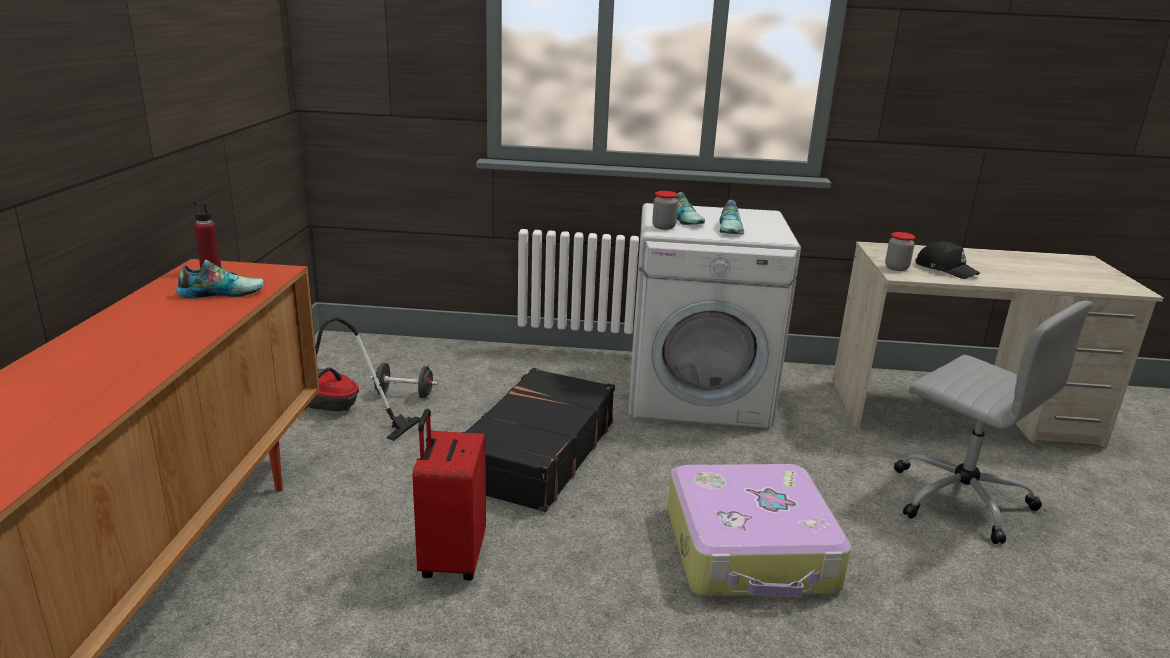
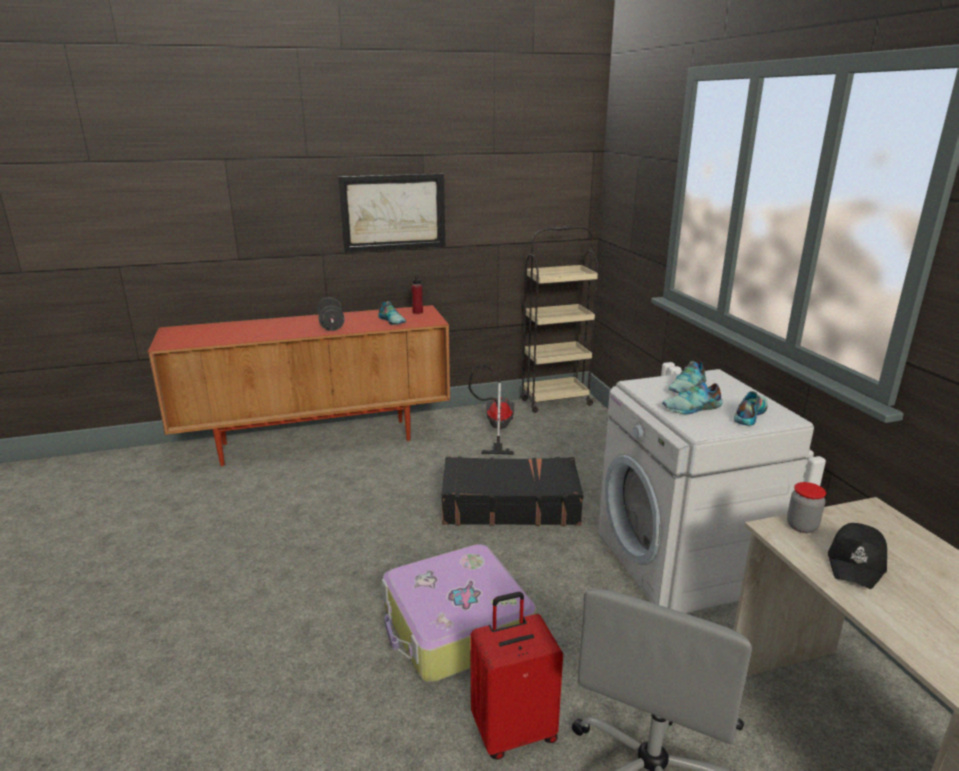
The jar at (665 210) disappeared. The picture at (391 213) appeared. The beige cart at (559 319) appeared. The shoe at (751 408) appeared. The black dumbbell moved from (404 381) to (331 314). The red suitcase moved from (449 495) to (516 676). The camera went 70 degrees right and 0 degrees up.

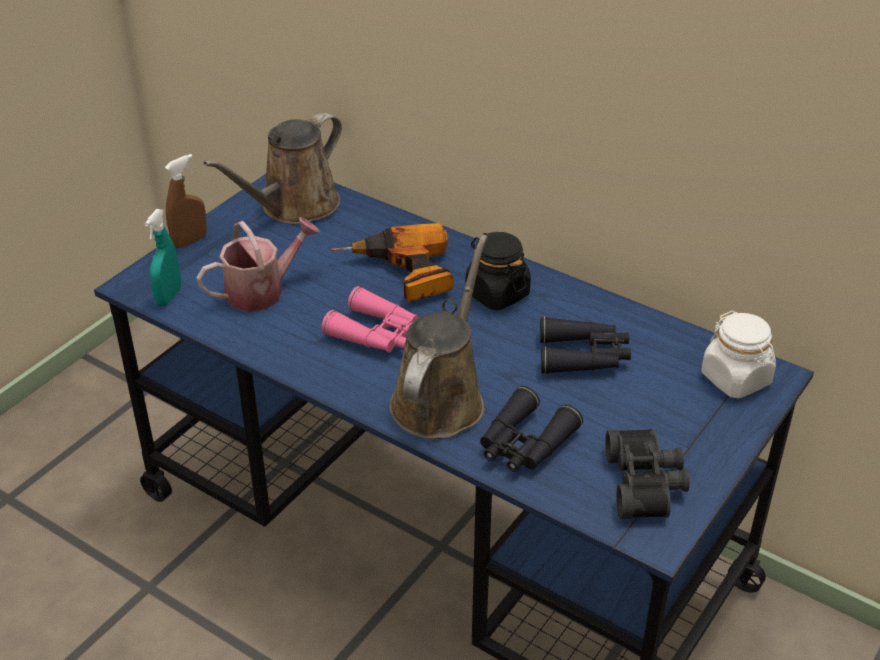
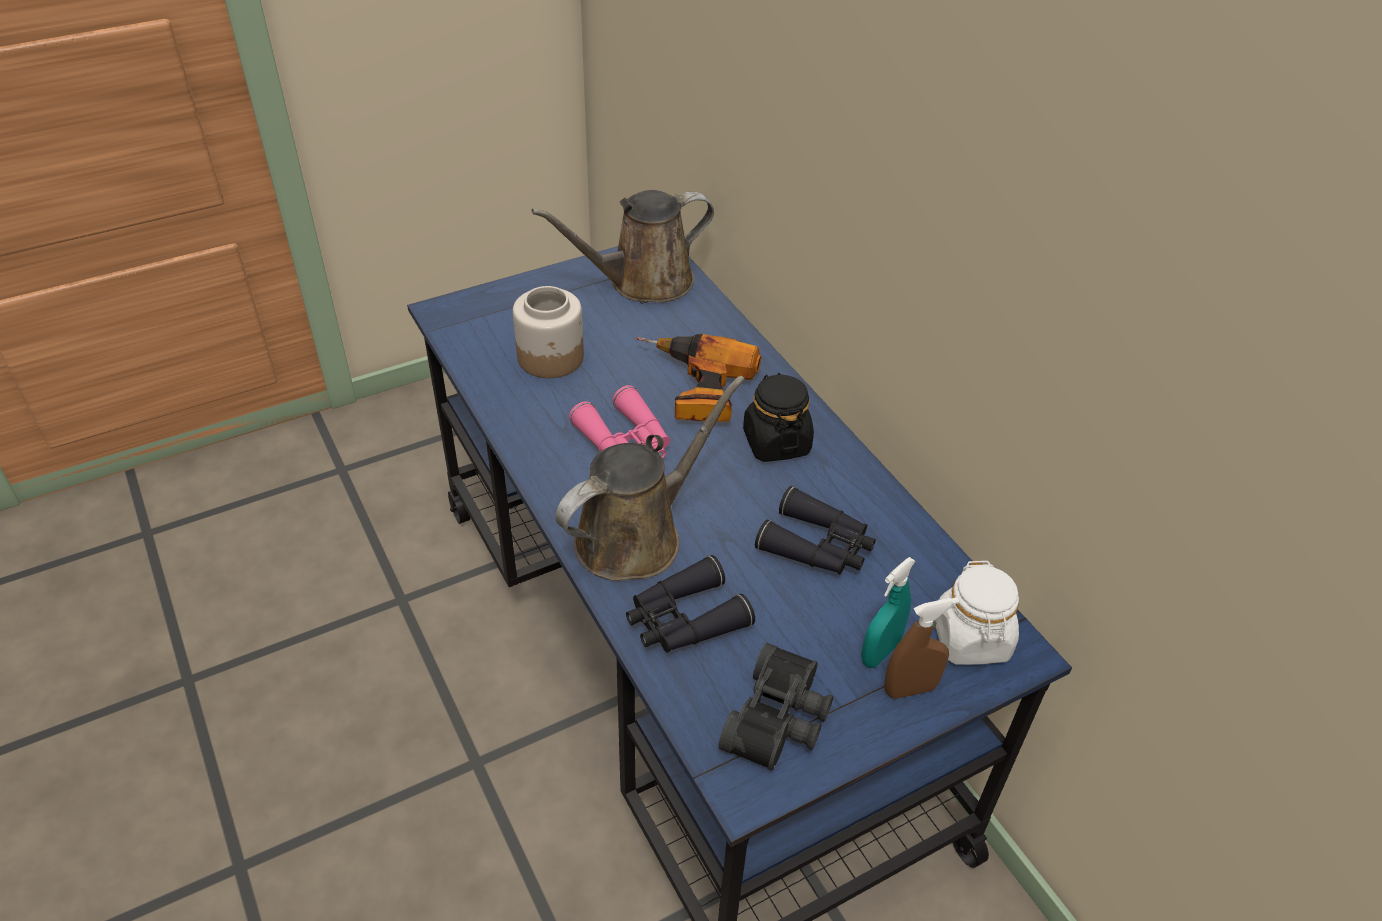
The turquoise spray bottle moved from (163 257) to (888 612). The brown spray bottle moved from (186 201) to (922 648). The watering can at (258 264) was replaced by the jar at (548 332). The camera went 25 degrees right and 5 degrees up.

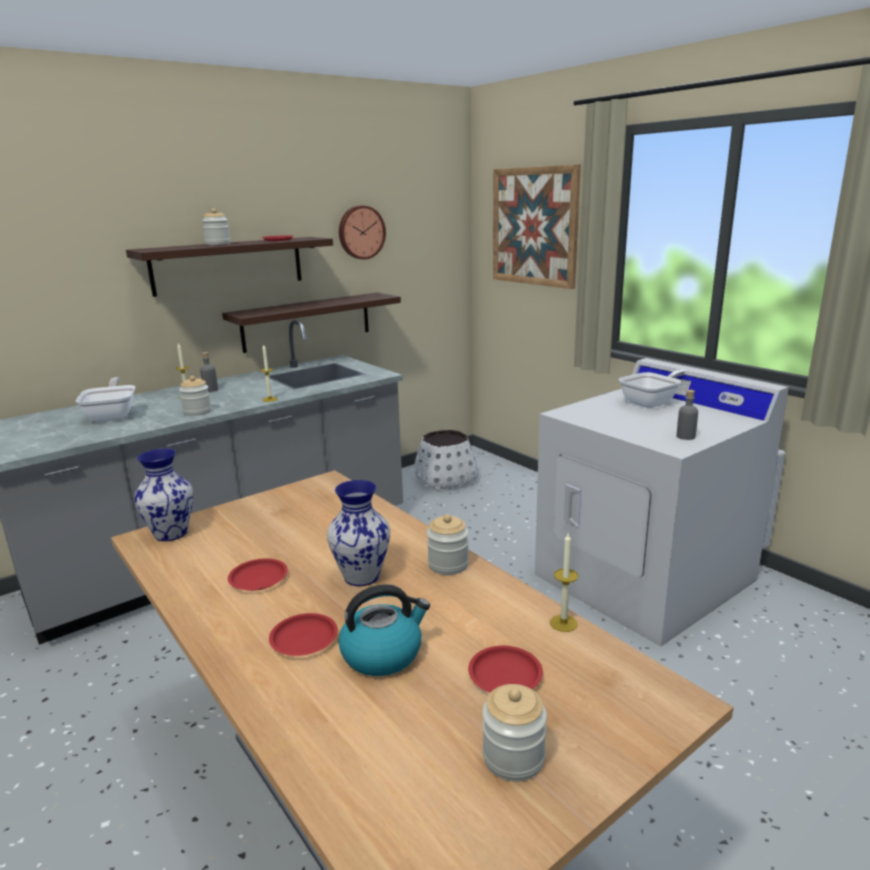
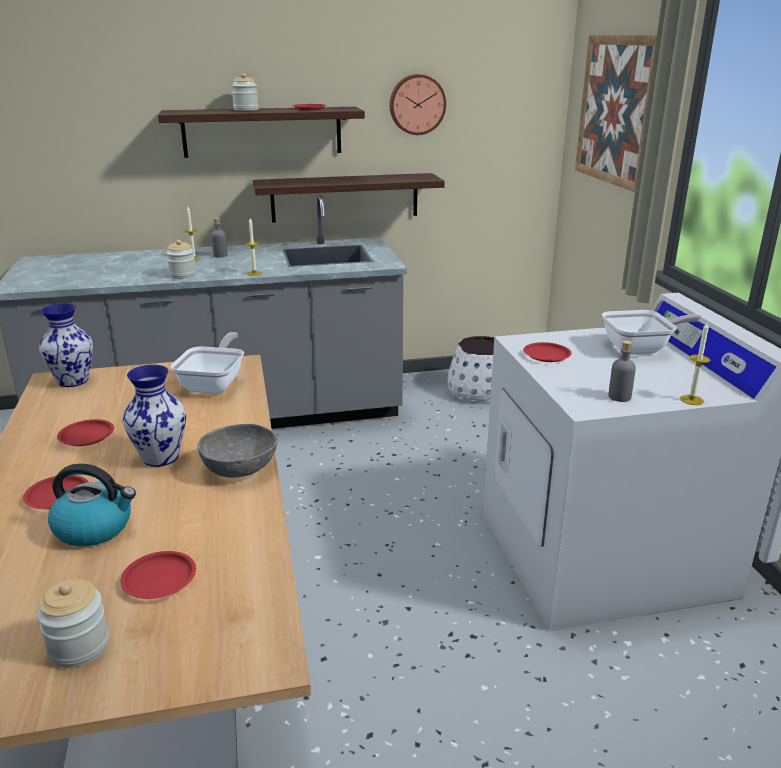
The red plate at (547 352) appeared. The frying pan moved from (105 399) to (207 363). The candle moved from (564 582) to (695 364). The jar at (448 544) was replaced by the grey bowl at (237 451). The camera went 25 degrees right and 5 degrees up.

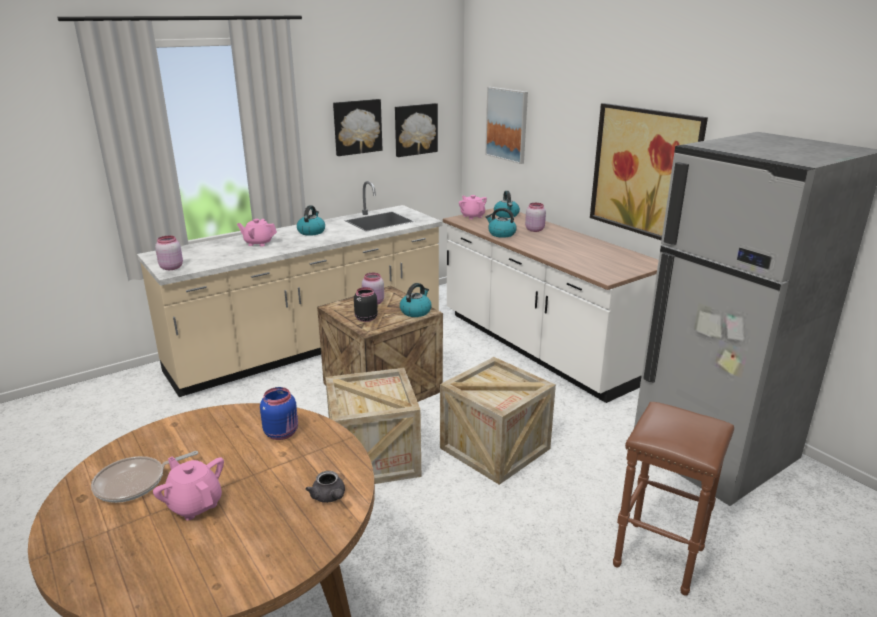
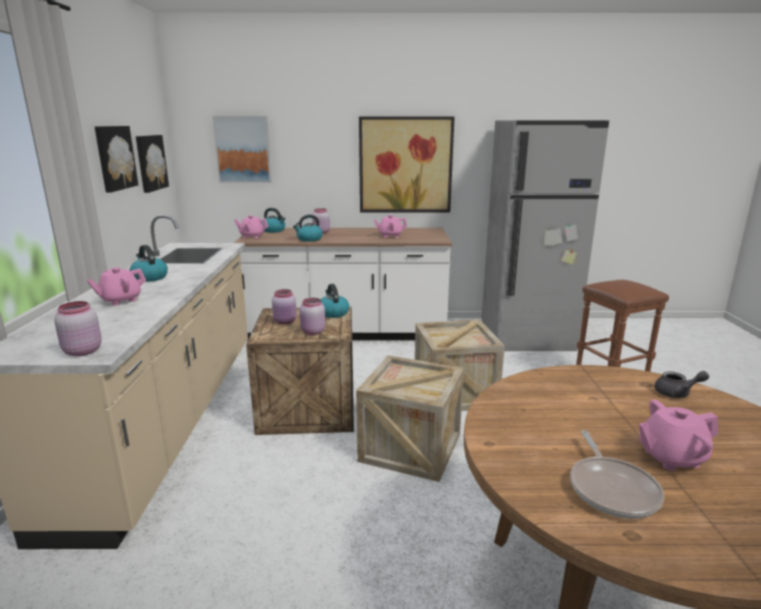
The blue jar at (279 413) disappeared. The pink teapot at (390 226) appeared. The black jar at (366 304) became the pink jar at (312 316). The camera went 55 degrees left and 5 degrees down.

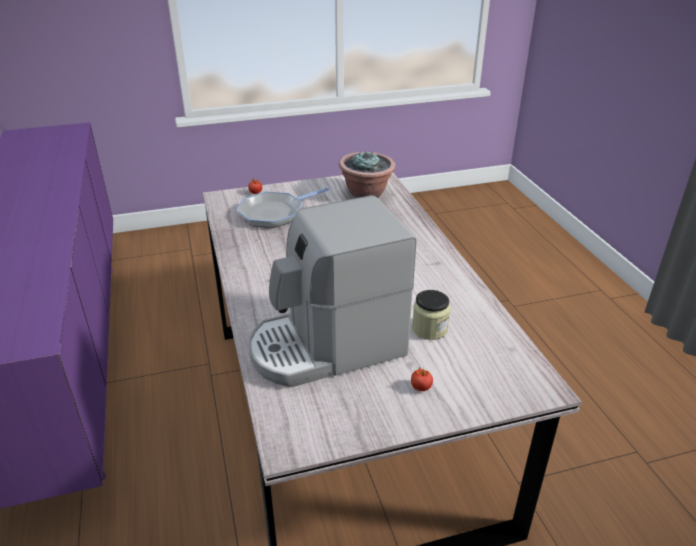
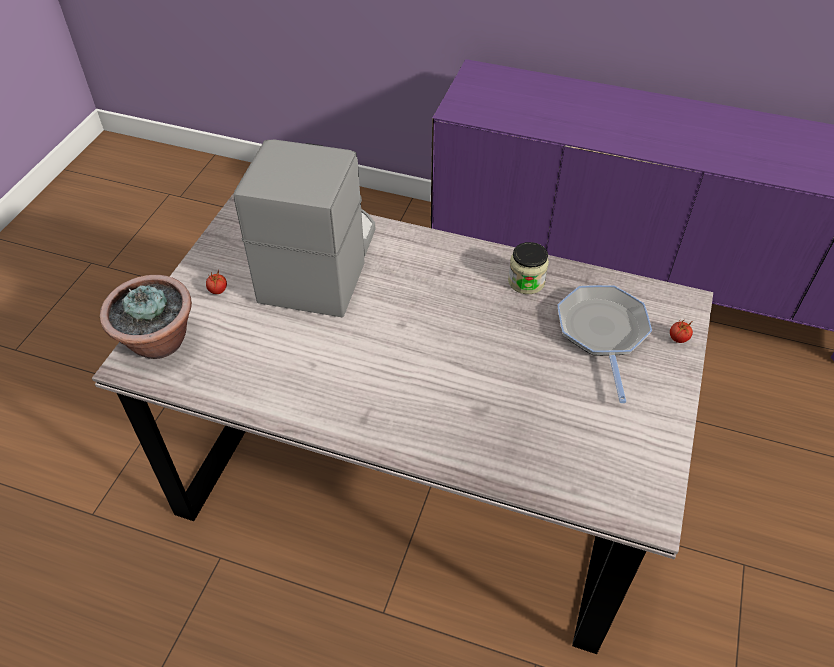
The potted plant moved from (367 174) to (146 317). The jar moved from (431 315) to (528 268). The camera went 125 degrees right and 15 degrees up.

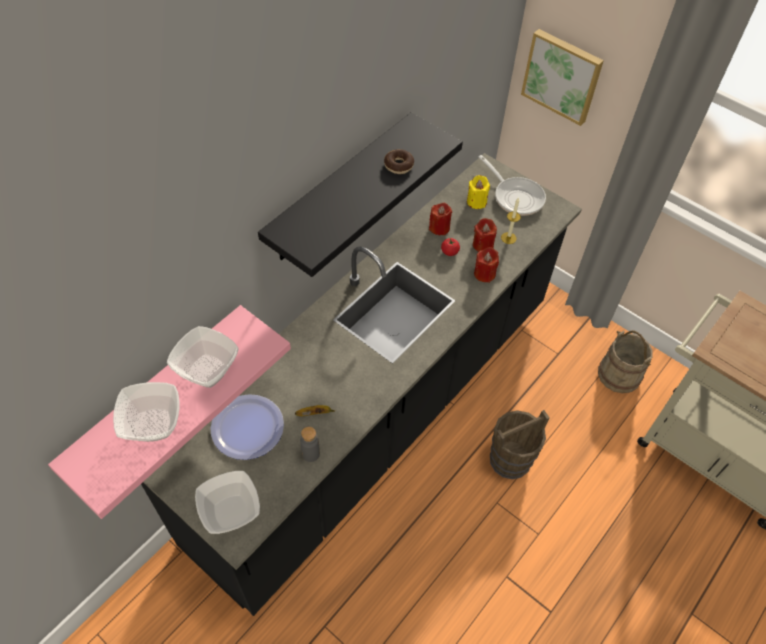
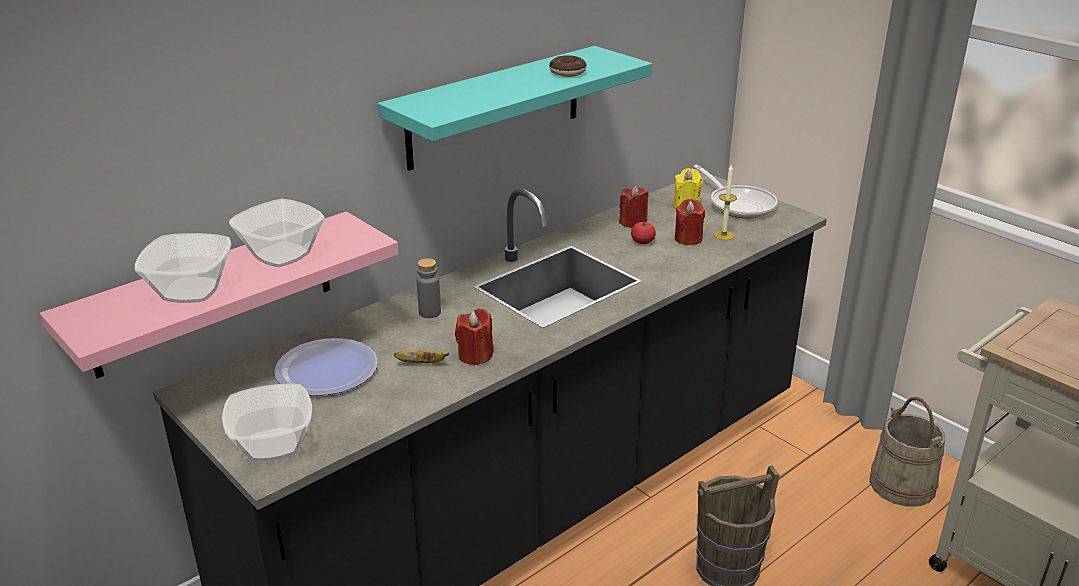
The picture at (562 77) disappeared. The grey bottle moved from (310 444) to (429 288). The red candle moved from (486 265) to (474 336). The black shelf at (360 194) became the turquoise shelf at (514 108). The camera went 10 degrees right and 25 degrees down.

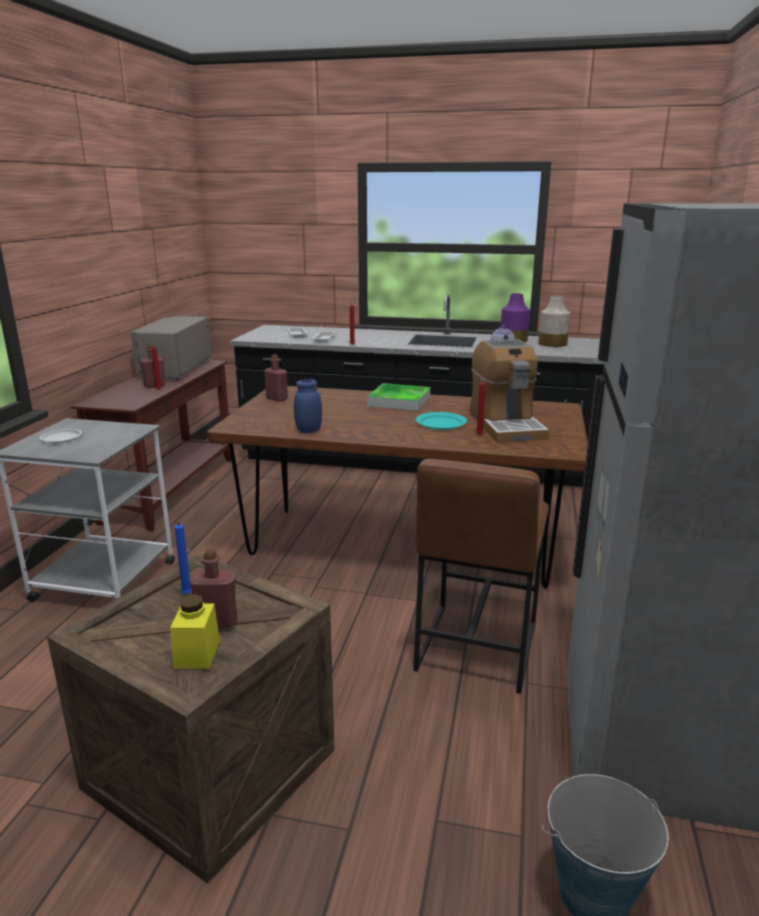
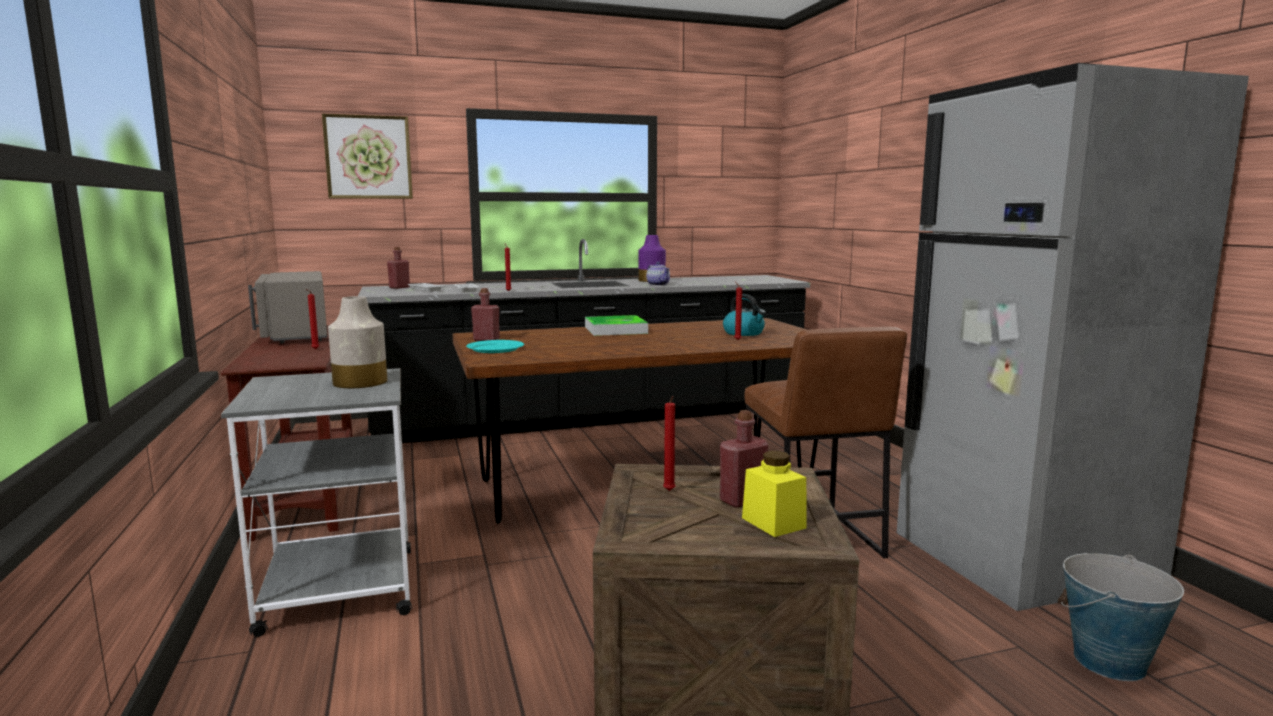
The white plate at (61 436) disappeared. The blue jar at (308 406) disappeared. The picture at (367 156) appeared. The red bottle moved from (152 366) to (398 268). The turquoise plate moved from (441 421) to (495 346). The beige vase moved from (554 321) to (358 342). The coffee machine at (509 390) was replaced by the kettle at (744 315). The blue candle at (182 558) became the red candle at (669 443). The camera went 30 degrees left and 10 degrees down.

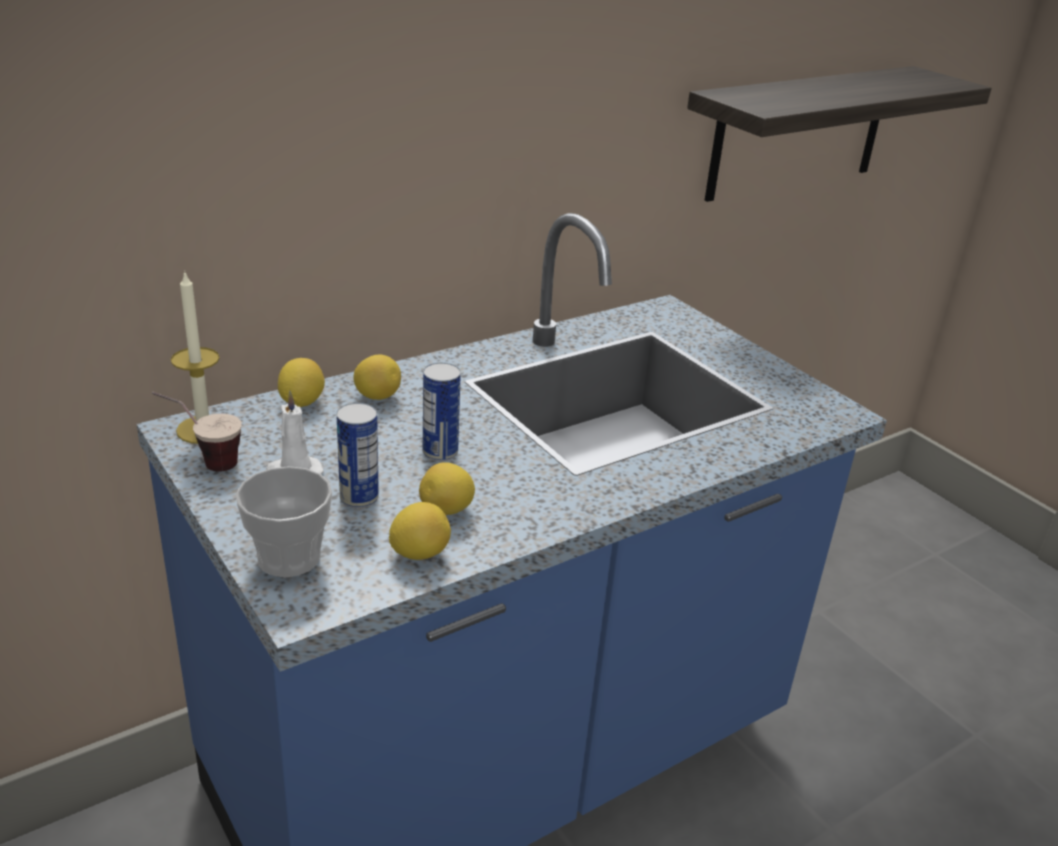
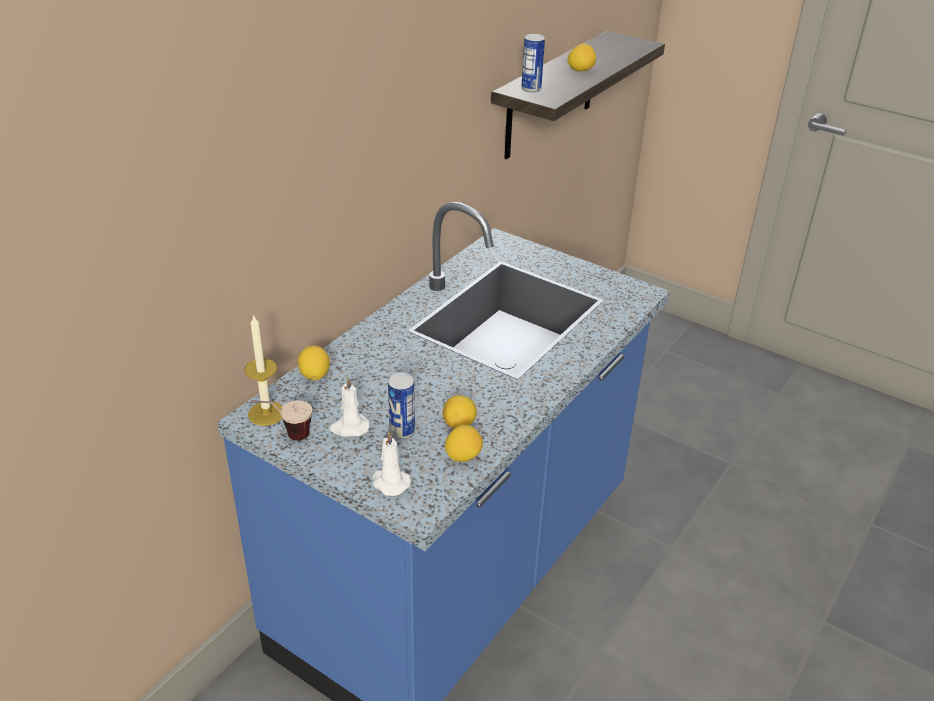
The lemon moved from (377 377) to (581 58). The can moved from (442 412) to (533 63). The cup at (284 521) was replaced by the white candle at (391 463). The camera went 20 degrees left and 5 degrees up.

